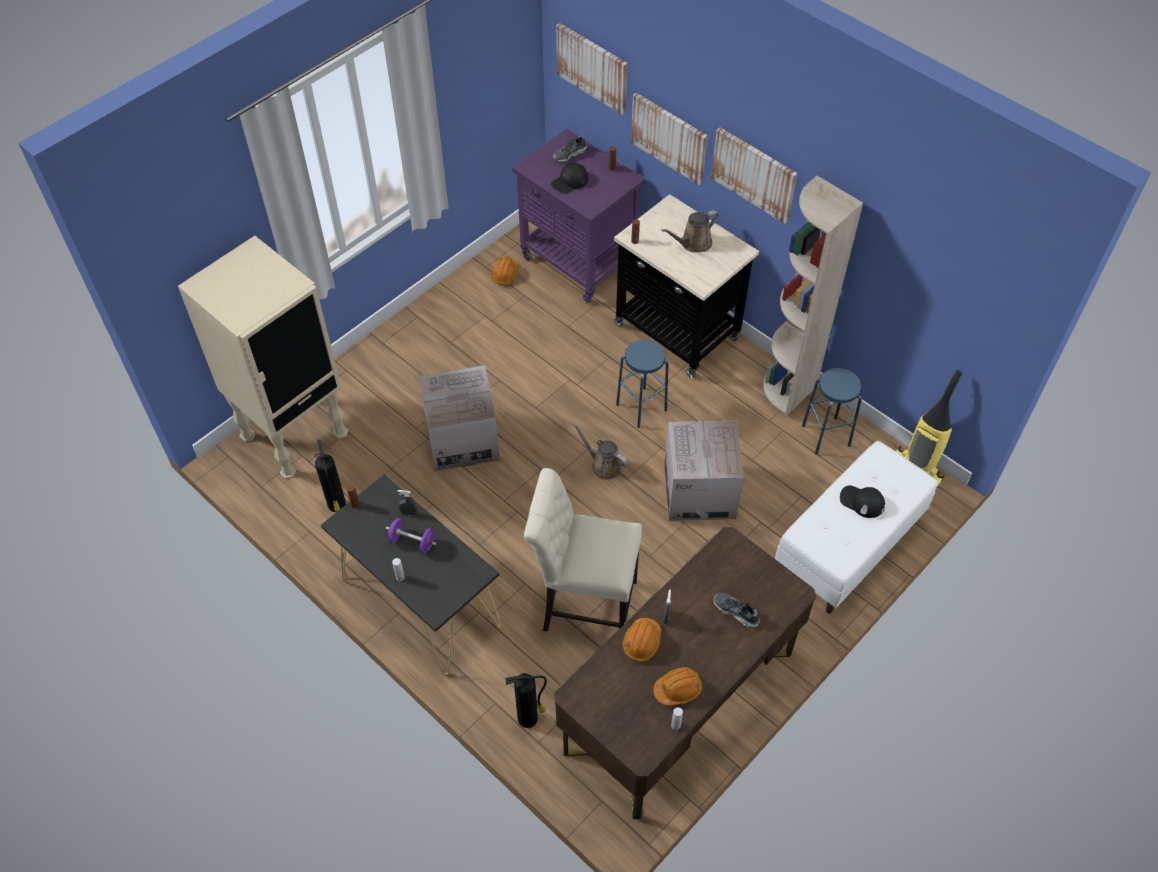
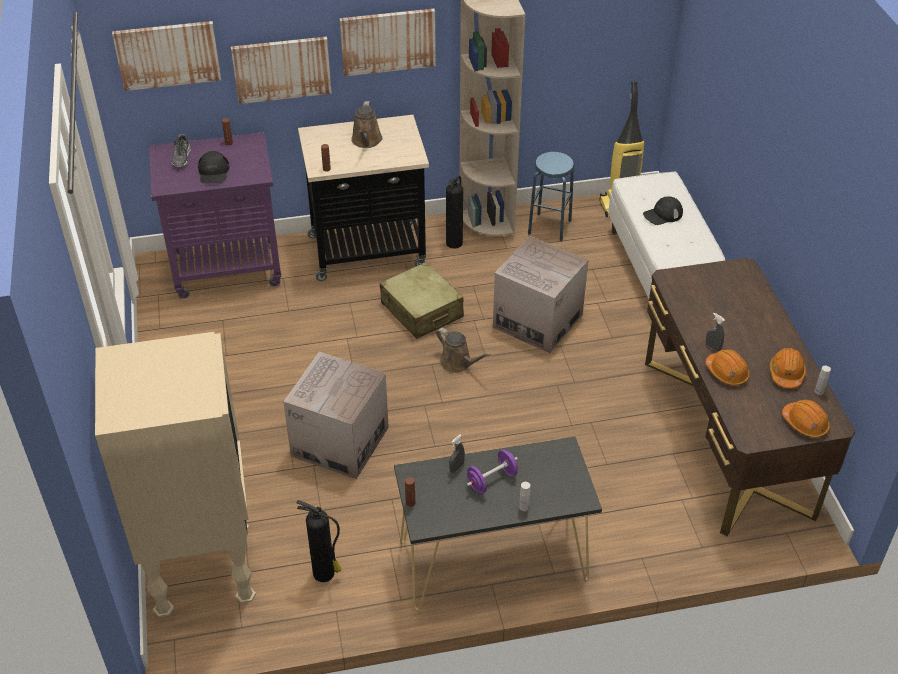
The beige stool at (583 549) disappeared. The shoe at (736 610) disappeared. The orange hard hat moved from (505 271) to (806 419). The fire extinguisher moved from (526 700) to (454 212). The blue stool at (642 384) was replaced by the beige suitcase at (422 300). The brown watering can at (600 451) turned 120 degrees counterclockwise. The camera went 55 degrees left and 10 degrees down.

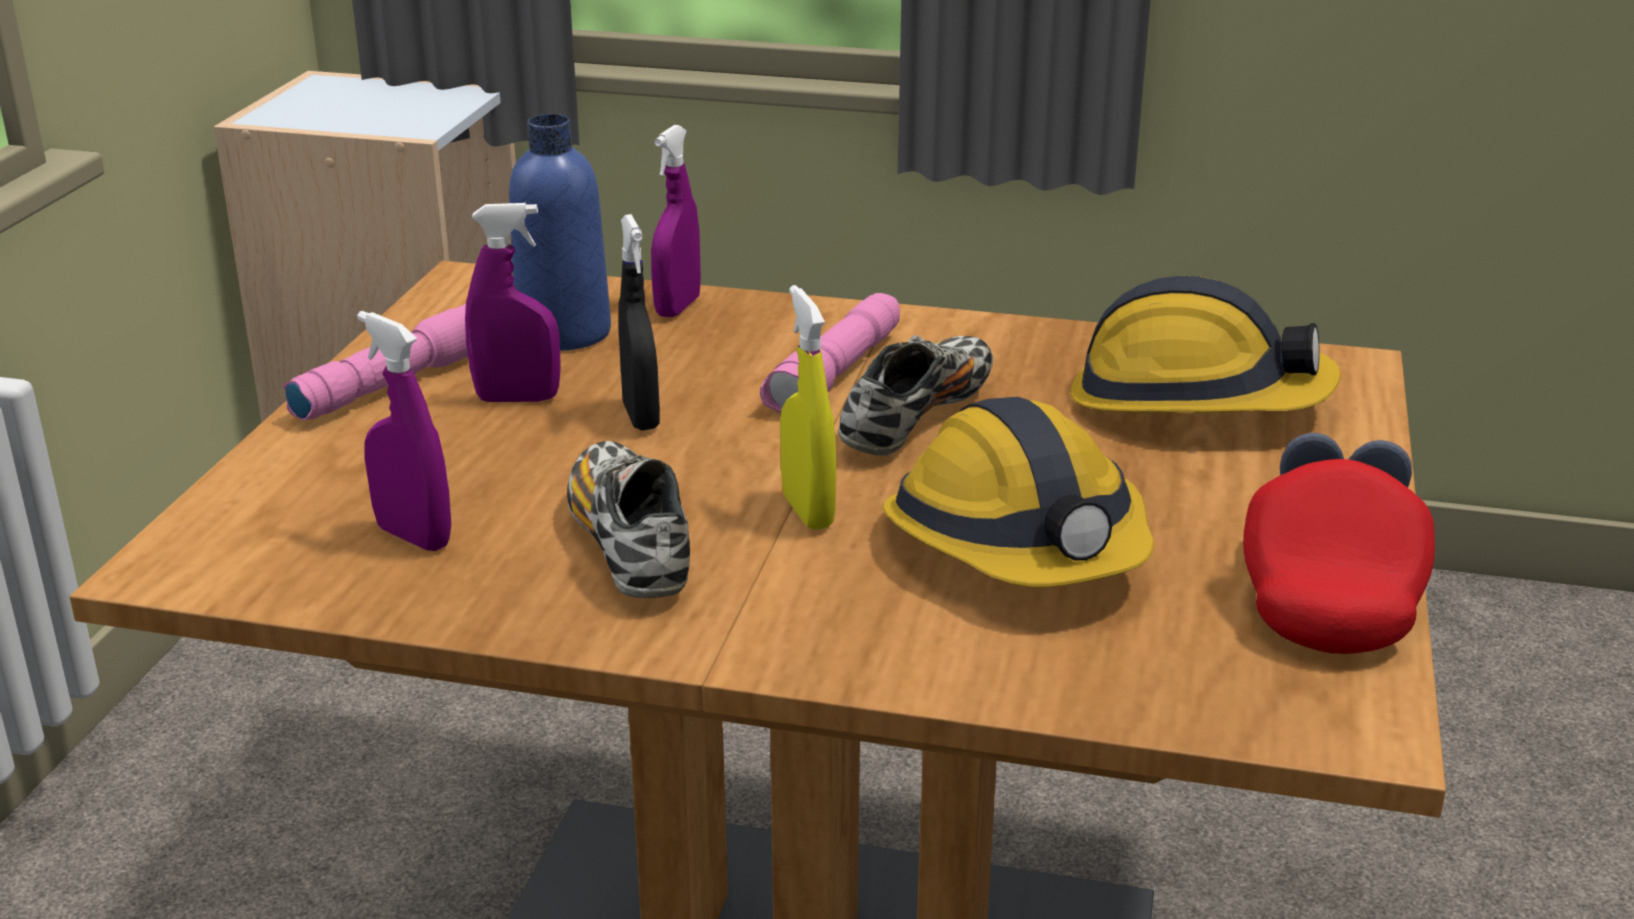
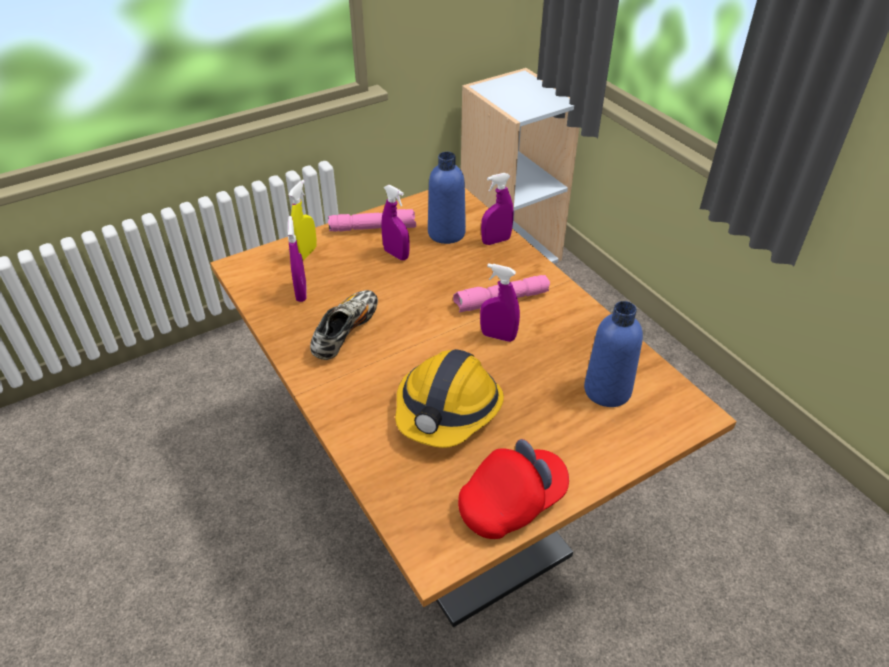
The black spray bottle at (639 322) disappeared. The yellow spray bottle moved from (808 407) to (302 220). The shoe at (915 395) was replaced by the purple spray bottle at (500 302). The hard hat at (1206 344) was replaced by the blue bottle at (613 354). The camera went 45 degrees right and 15 degrees up.

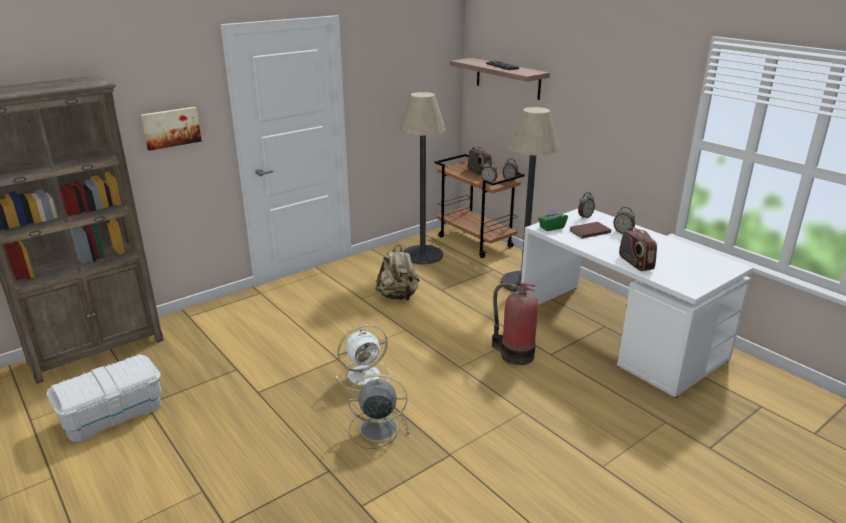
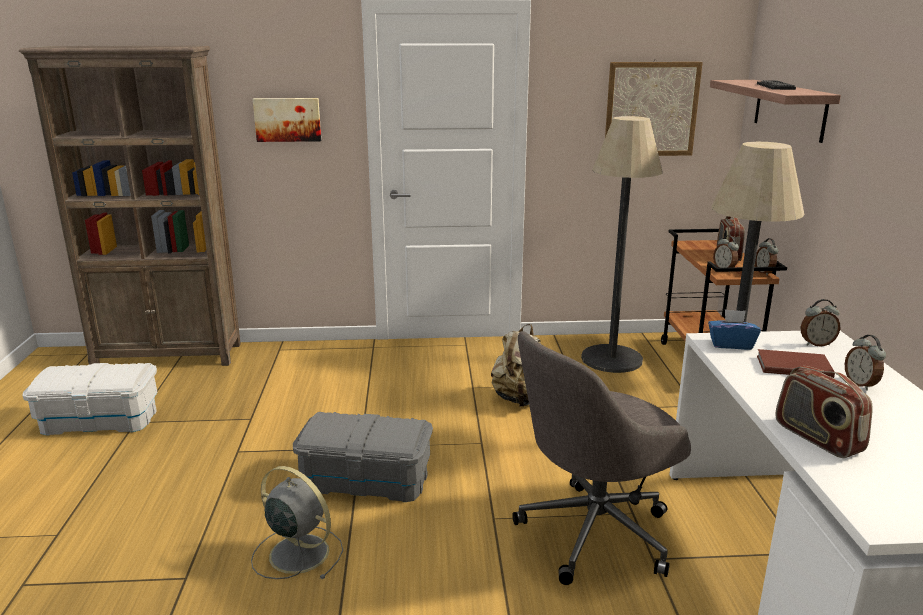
The picture at (654 107) appeared. The white fan at (363 357) was replaced by the grey storage box at (363 457). The fire extinguisher at (515 323) was replaced by the grey office chair at (601 458). The green tissue box at (553 219) became the blue tissue box at (734 329). The radio at (638 249) turned 45 degrees counterclockwise. The camera went 35 degrees right and 5 degrees down.

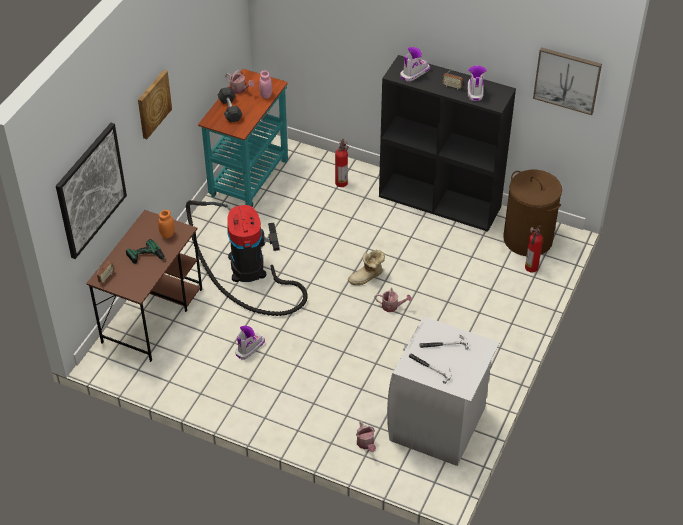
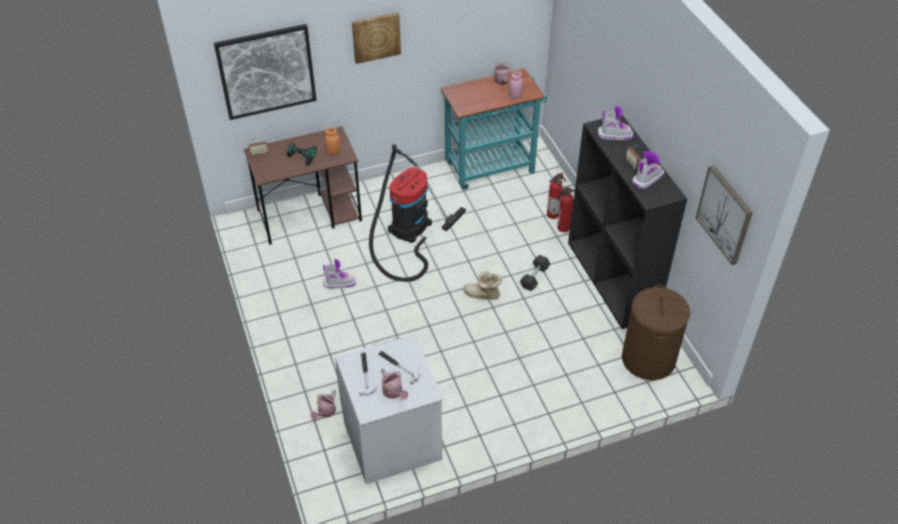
The grey dumbbell moved from (230 105) to (535 273). The watering can moved from (393 300) to (394 383). The fire extinguisher moved from (534 249) to (566 209). The camera went 45 degrees right and 0 degrees up.

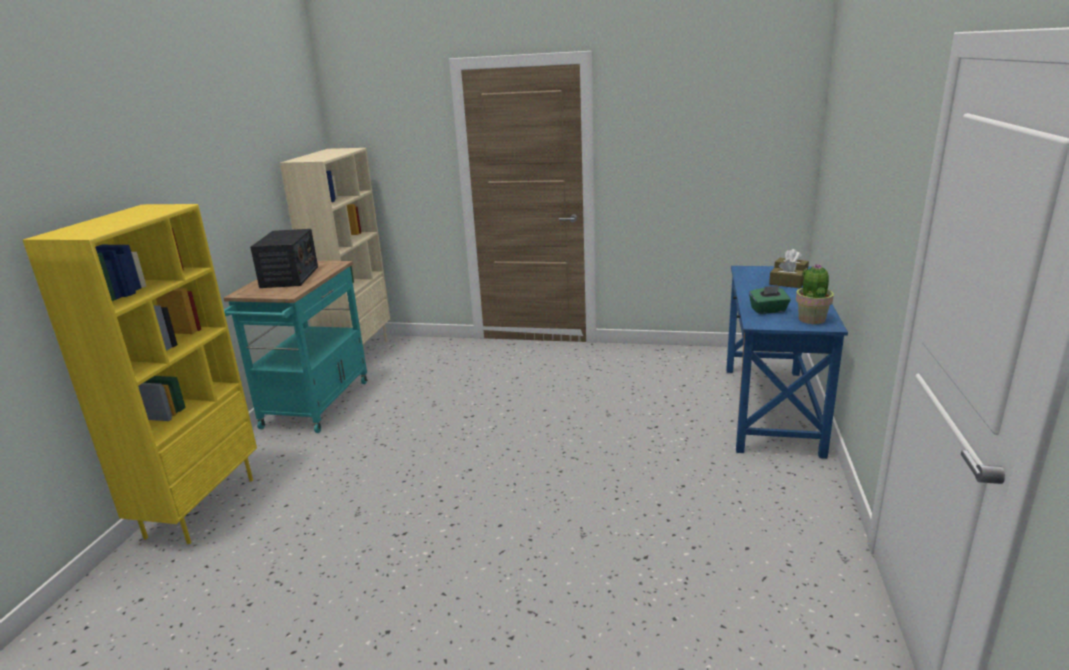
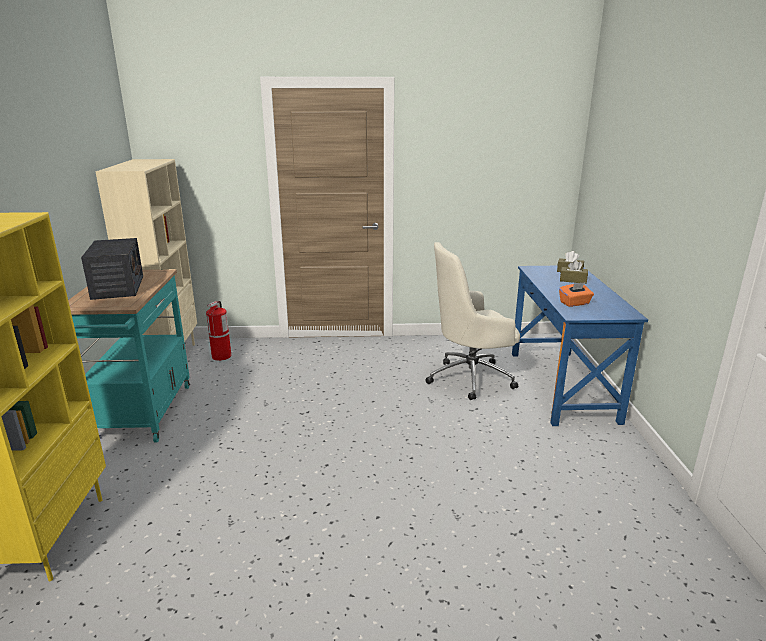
The potted plant at (815 293) disappeared. The fire extinguisher at (218 331) appeared. The beige office chair at (473 321) appeared. The green tissue box at (770 300) became the orange tissue box at (576 294). The camera went 15 degrees left and 0 degrees up.

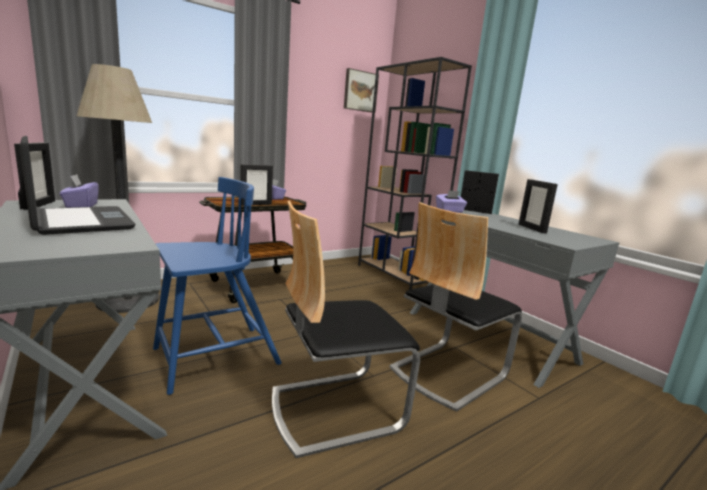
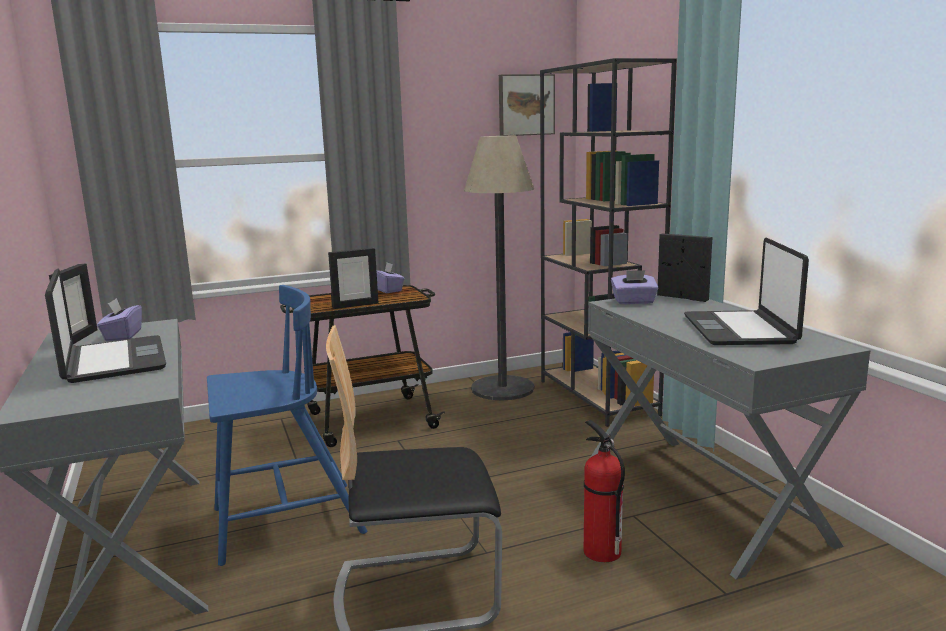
The floor lamp moved from (117 188) to (499 268). The chair at (455 307) was replaced by the fire extinguisher at (604 491). The picture frame at (538 206) was replaced by the laptop at (746 291). The camera went 15 degrees right and 0 degrees up.

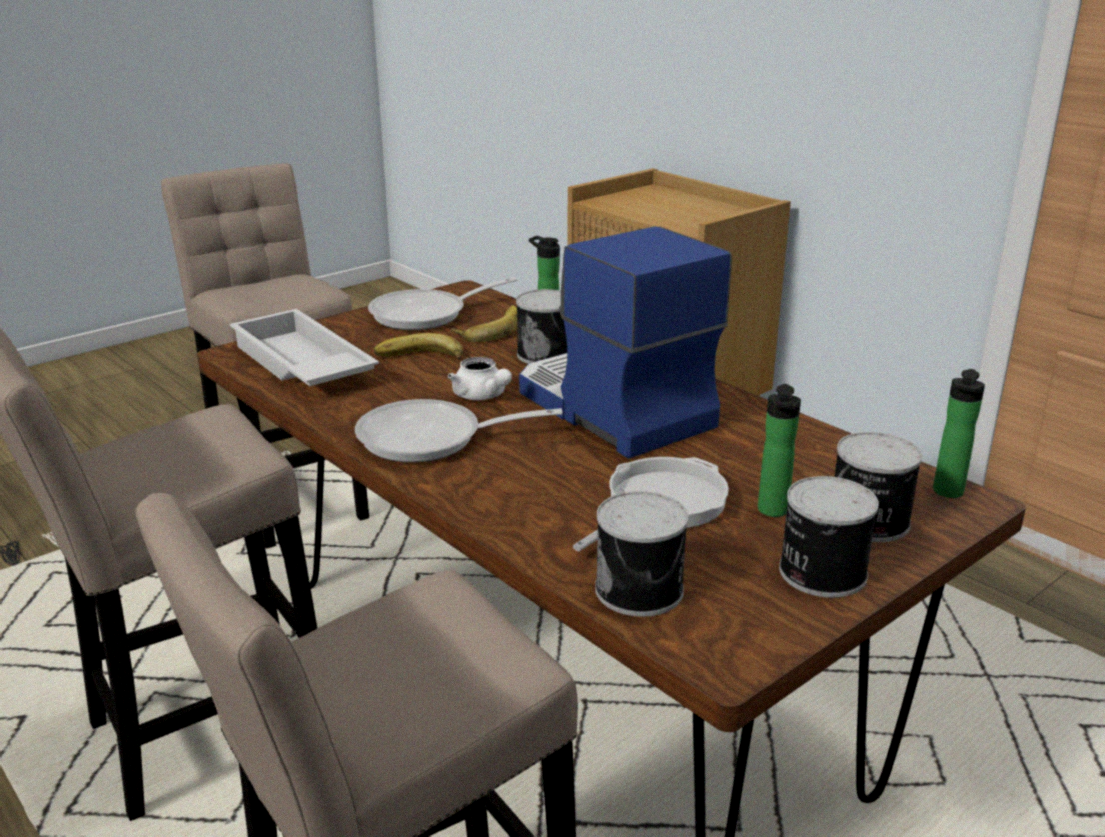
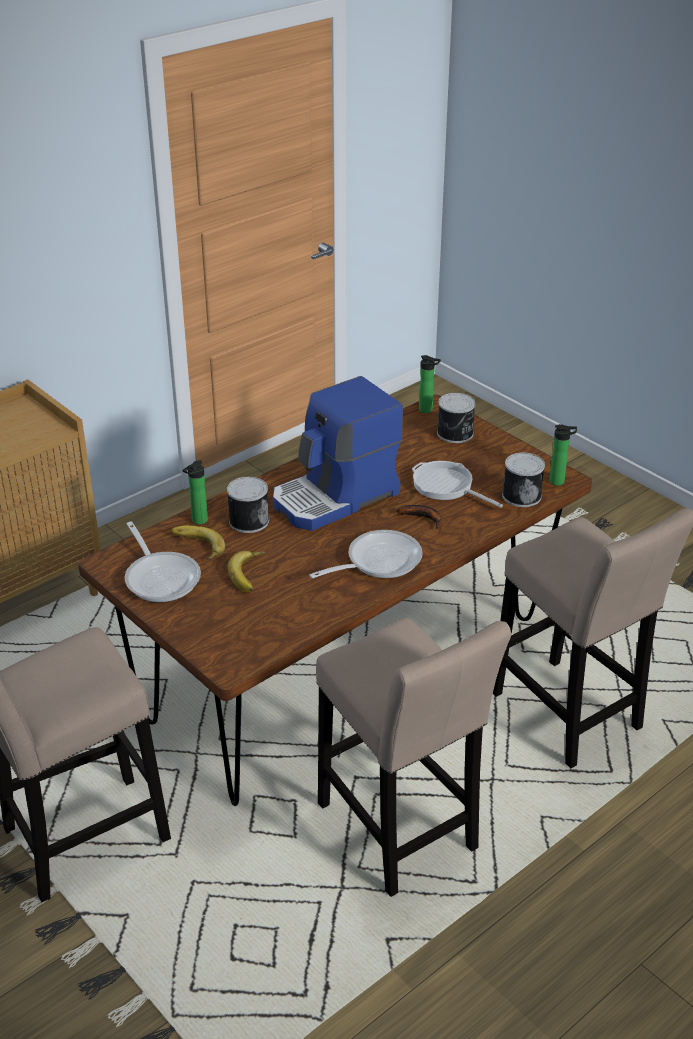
The white tray at (304 347) disappeared. The white teapot at (480 378) disappeared. The can at (829 537) disappeared. The banana at (418 517) appeared. The bottle moved from (779 450) to (563 455). The frying pan at (459 431) turned 120 degrees counterclockwise. The camera went 90 degrees left and 10 degrees up.

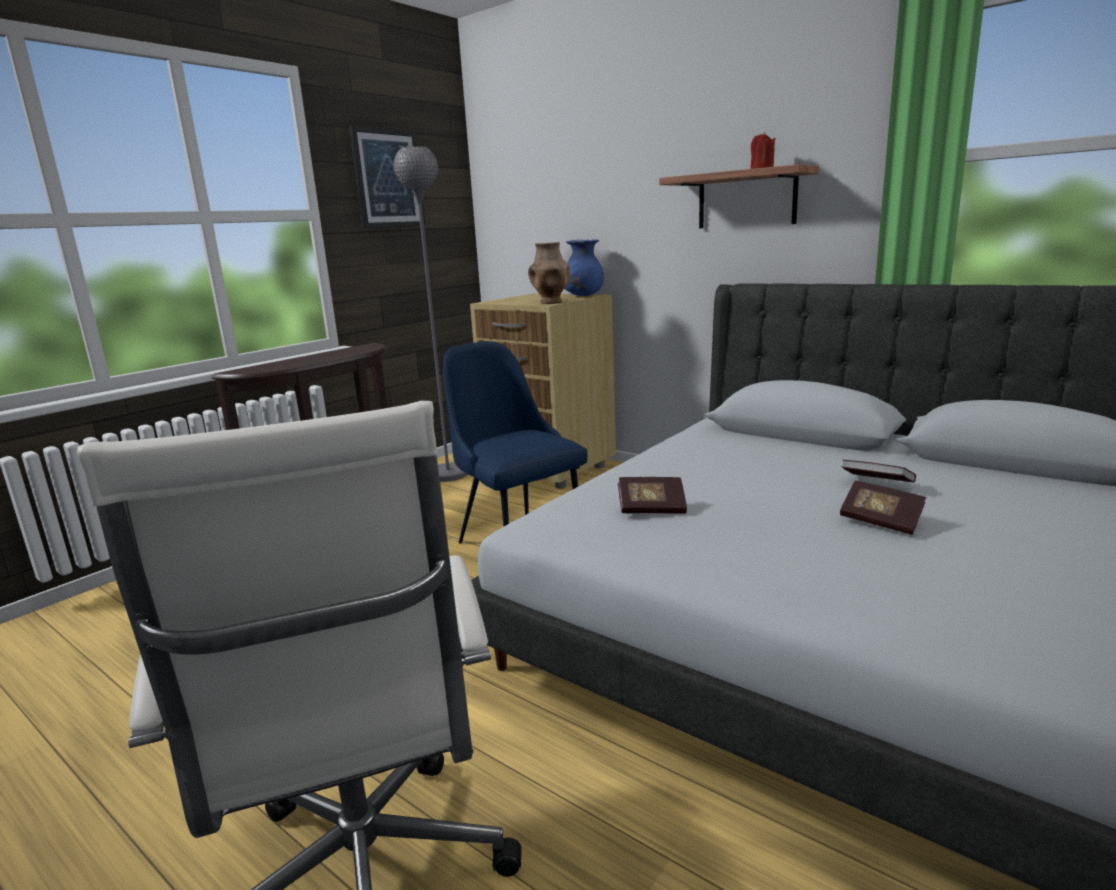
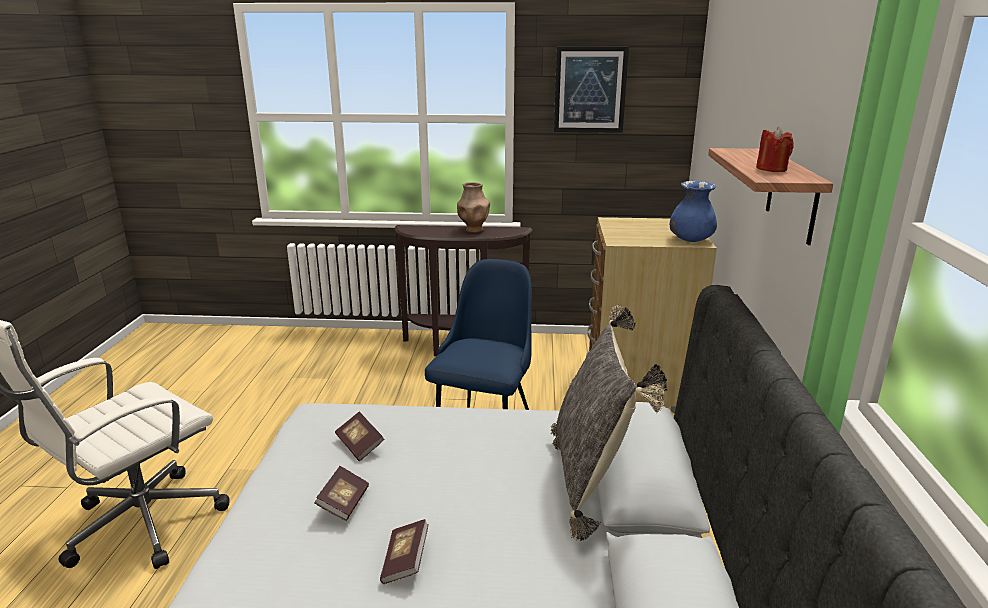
The grey floor lamp at (431 314) disappeared. The pillow at (608 423) appeared. The brown vase moved from (549 273) to (473 207). The book moved from (878 471) to (342 493). The camera went 55 degrees right and 5 degrees up.

